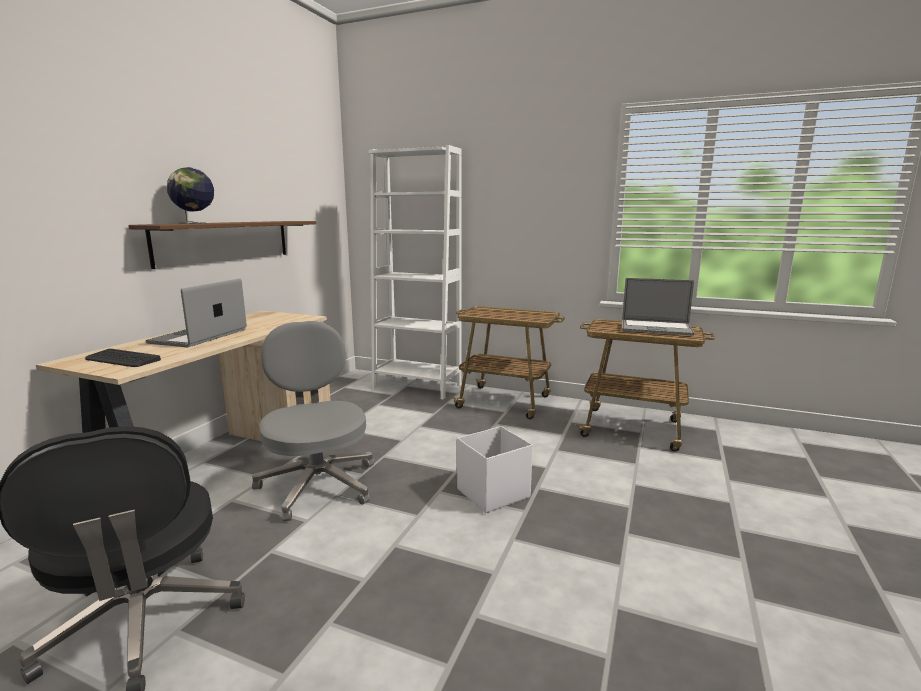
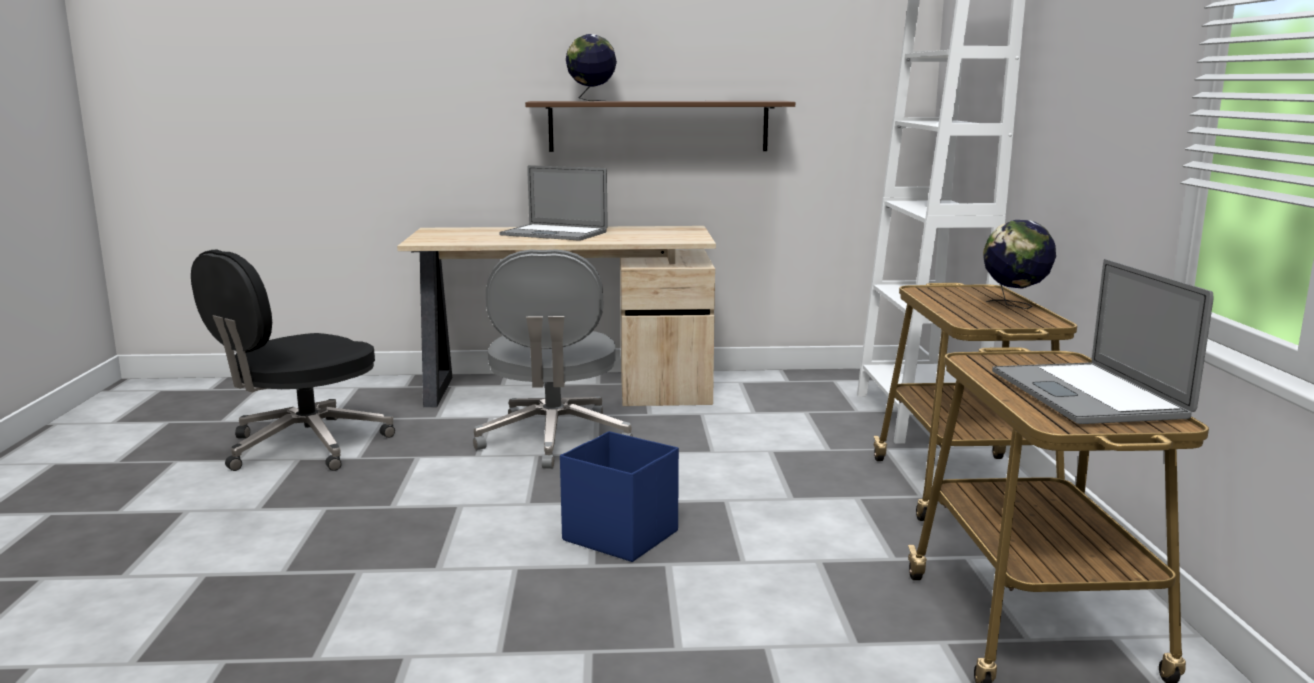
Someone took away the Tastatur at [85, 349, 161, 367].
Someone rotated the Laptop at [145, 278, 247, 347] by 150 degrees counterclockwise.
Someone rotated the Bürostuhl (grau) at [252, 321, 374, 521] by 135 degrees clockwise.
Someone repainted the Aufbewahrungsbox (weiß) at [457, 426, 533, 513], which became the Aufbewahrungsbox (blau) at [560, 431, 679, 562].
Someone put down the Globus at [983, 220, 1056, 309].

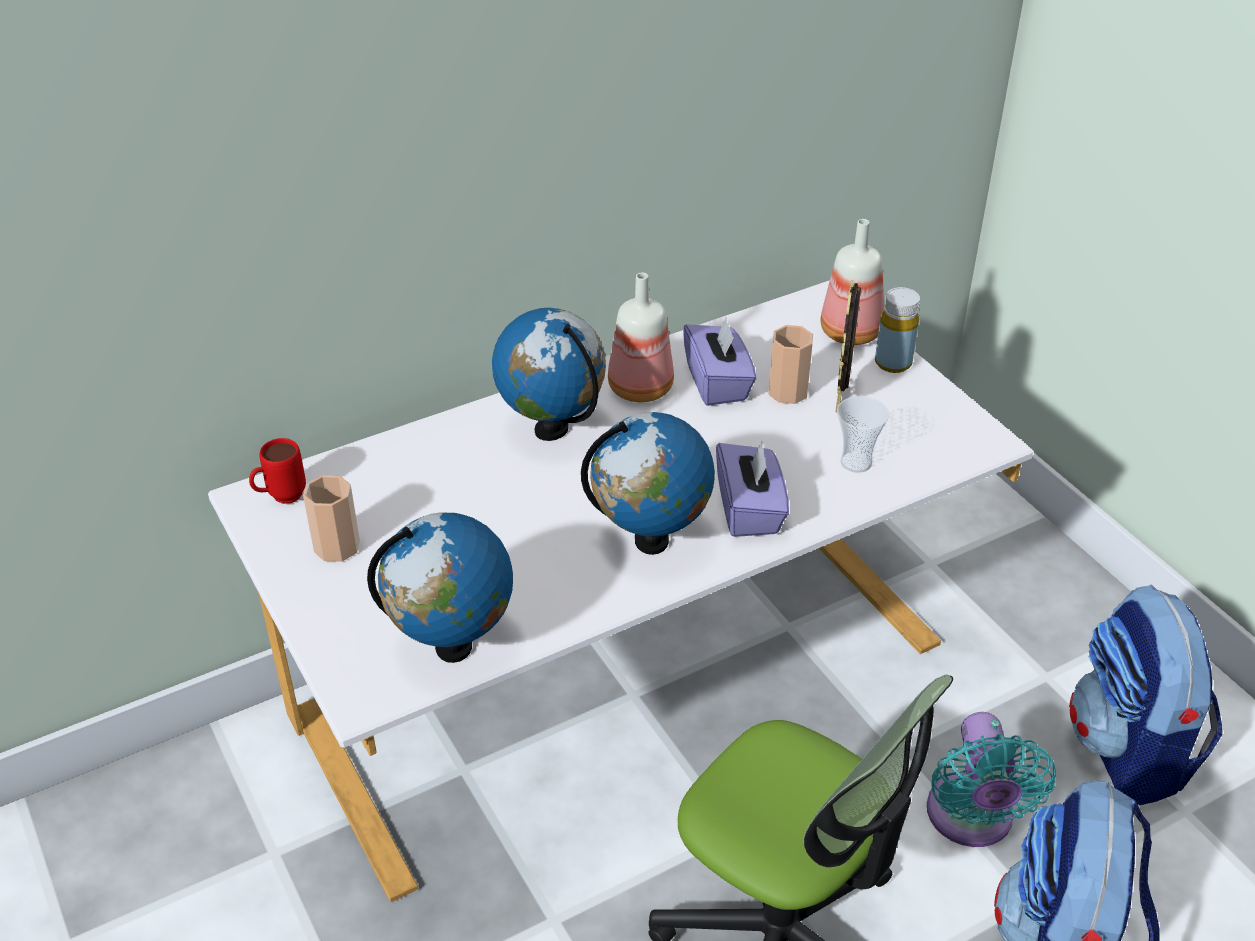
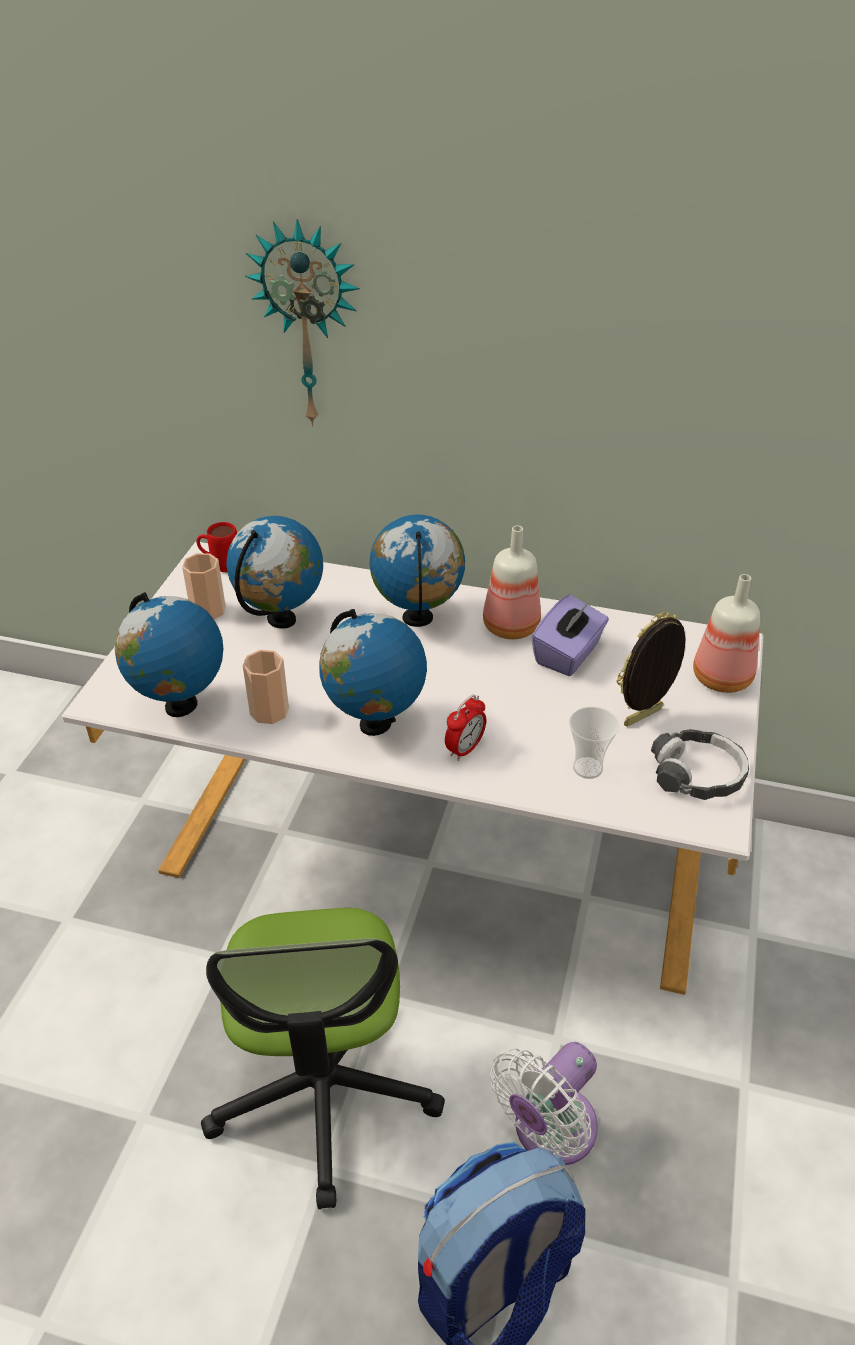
Someone swapped the Taschentuchbox (lila) at [716, 440, 789, 537] for the Wecker at [445, 695, 486, 761].
Someone carried the Tasse from [768, 325, 813, 404] to [243, 650, 289, 724].
Someone took away the Flasche (gelb) at [875, 287, 920, 373].
Someone repainted the Ventilator (türkis) at [927, 712, 1056, 847], which became the Ventilator (weiß) at [490, 1042, 598, 1165].
Someone took away the Rucksack at [1069, 585, 1222, 805].
Someone put down the Globus at [227, 516, 323, 629].
Someone put up the Wanduhr at [245, 219, 360, 426].
Someone put down the Kopfhörer at [651, 729, 749, 800].

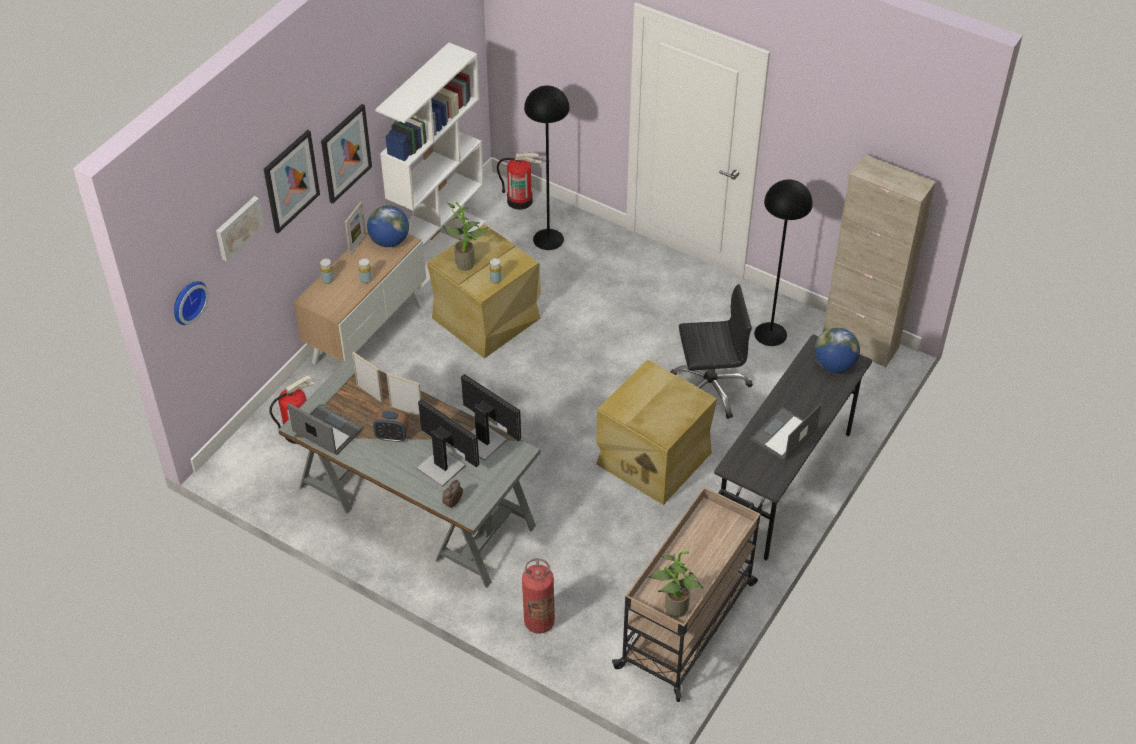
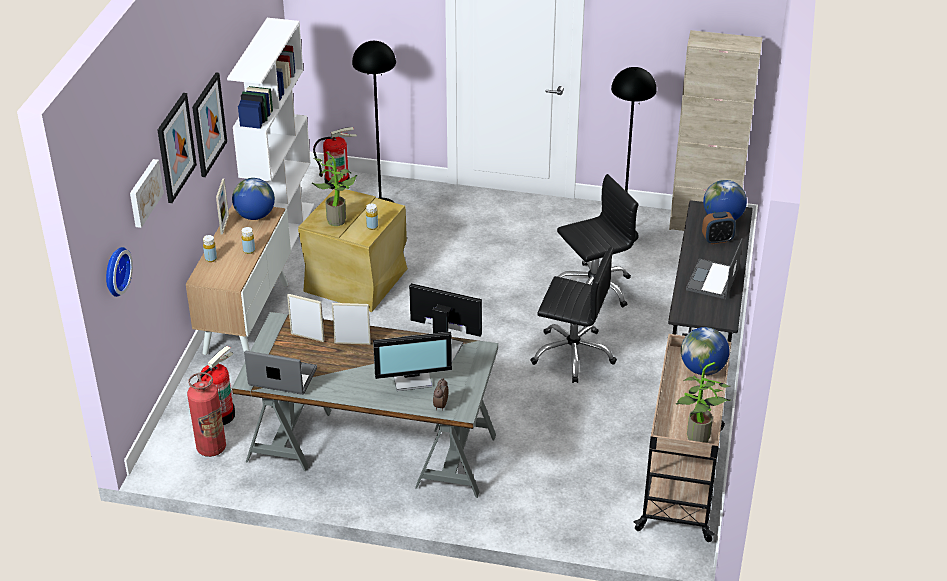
Someone carried the Wecker from [373, 410, 409, 442] to [702, 212, 736, 244].
Someone rotated the Monitor at [417, 399, 479, 487] by 150 degrees clockwise.
Someone carried the Feuerlöscher from [522, 558, 555, 634] to [187, 372, 226, 457].
Someone swapped the Aufbewahrungsbox (beige) at [596, 359, 717, 505] for the Bürostuhl (schwarz) at [530, 247, 617, 383].
Someone put down the Globus at [681, 327, 729, 375].

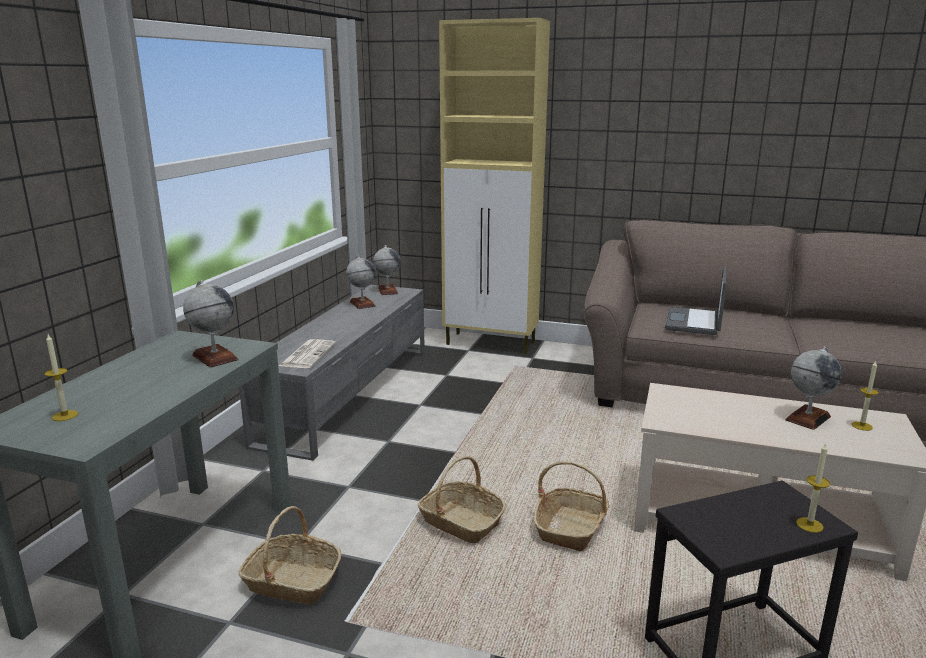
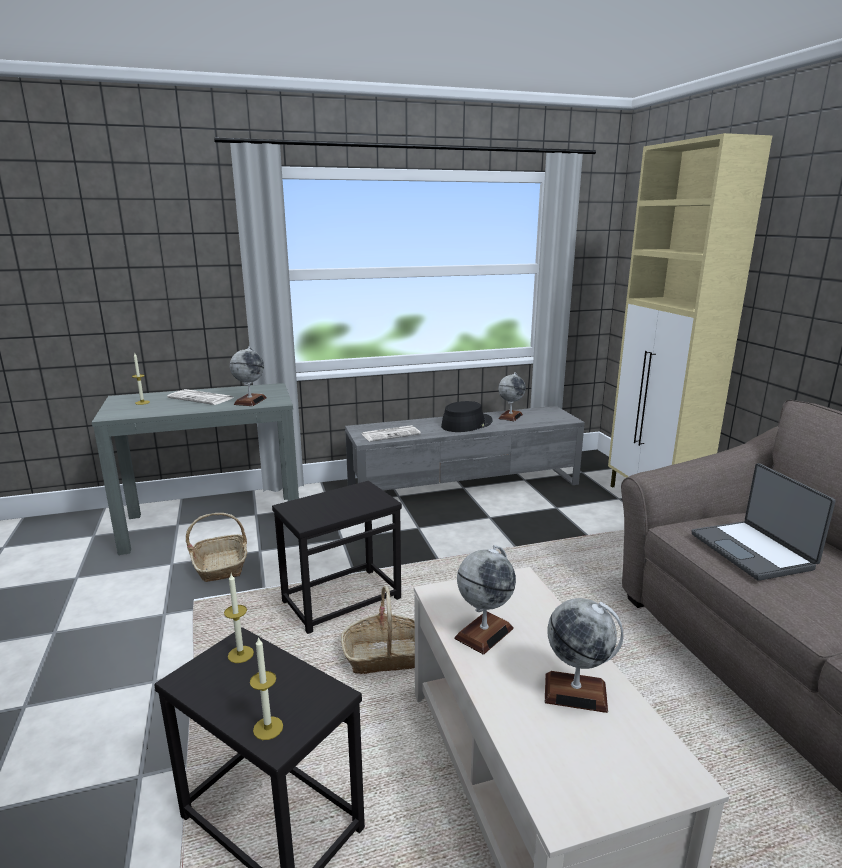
Someone carried the Globus from [373, 245, 401, 295] to [454, 545, 516, 654].
Someone swapped the Korb at [418, 456, 506, 543] for the Beistelltisch (schwarz) at [272, 481, 402, 634].
Someone rotated the Laptop at [665, 266, 727, 335] by 90 degrees counterclockwise.
Someone carried the Kerze from [851, 361, 879, 431] to [224, 574, 254, 663].
Someone put down the Zeitung at [167, 389, 233, 405].
Someone put down the Hut (schwarz) at [441, 401, 492, 432].

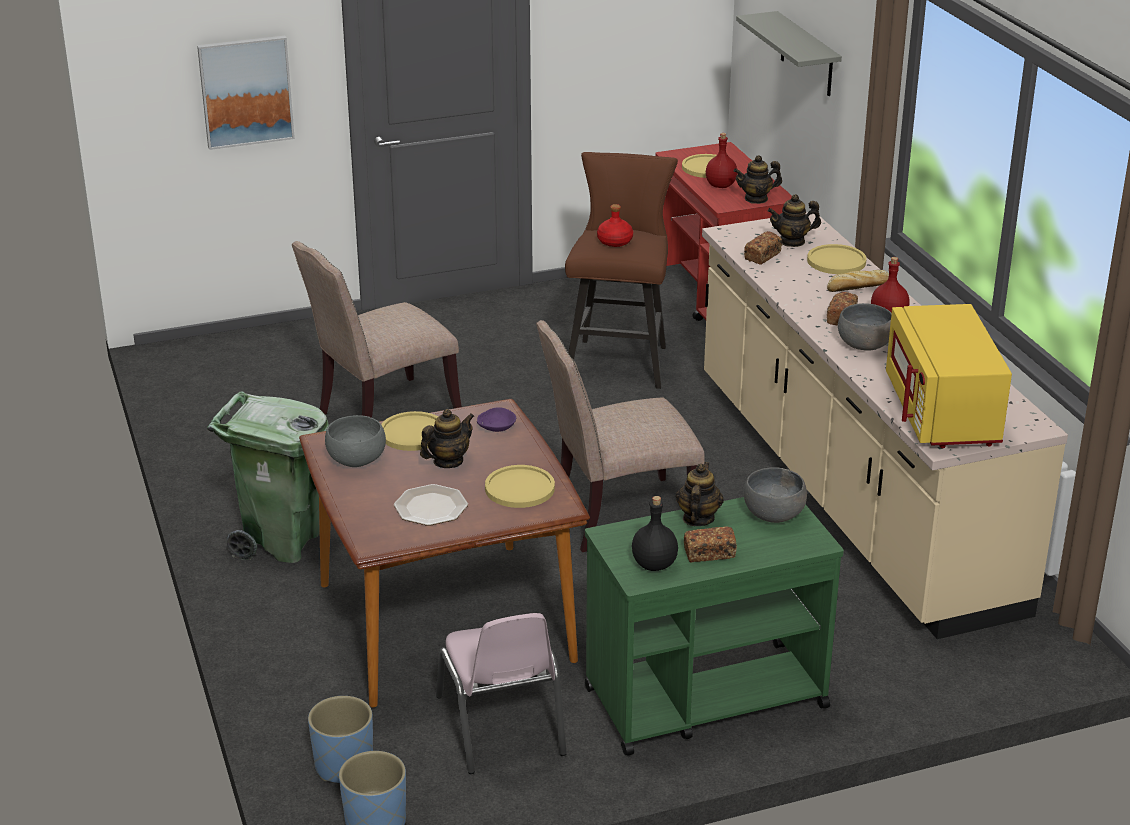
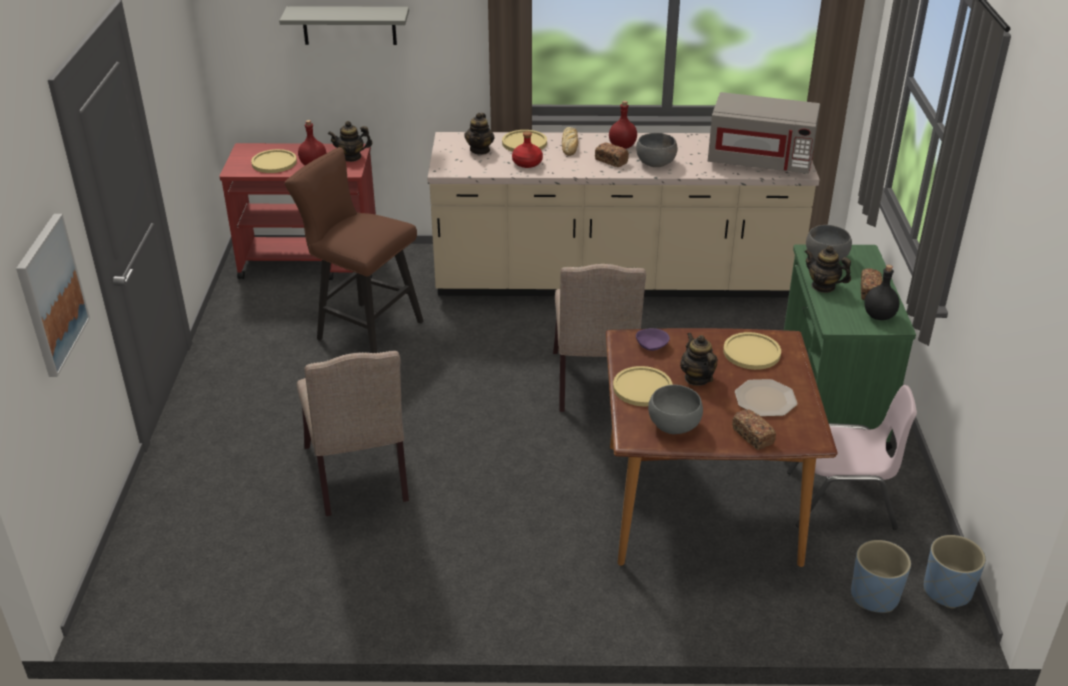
Someone took away the Mülleimer (grün) at [207, 391, 329, 563].
Someone carried the Flasche (rot) from [597, 204, 633, 247] to [512, 131, 543, 168].
Someone rotated the Teekanne at [733, 155, 782, 204] by 75 degrees clockwise.
Someone carried the Brot from [744, 231, 782, 265] to [732, 410, 776, 450].
Someone repainted the Mikrowelle (gelb) at [886, 304, 1012, 448], which became the Mikrowelle (grau) at [708, 92, 820, 174].

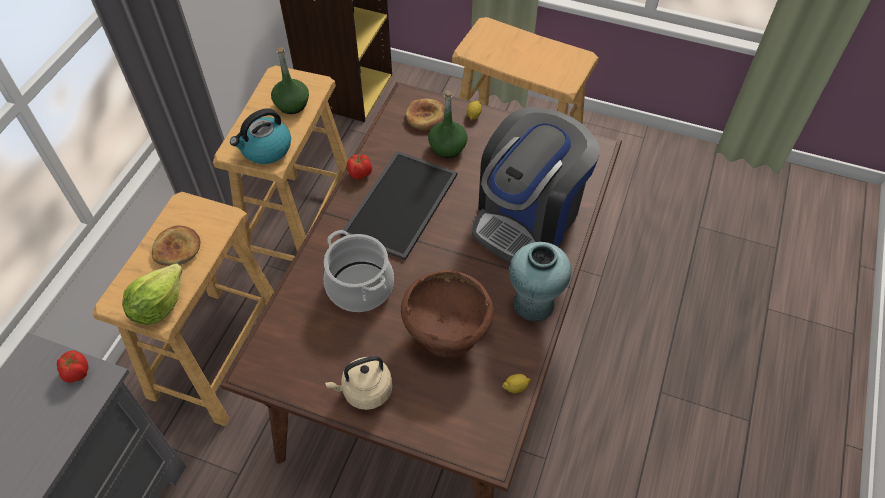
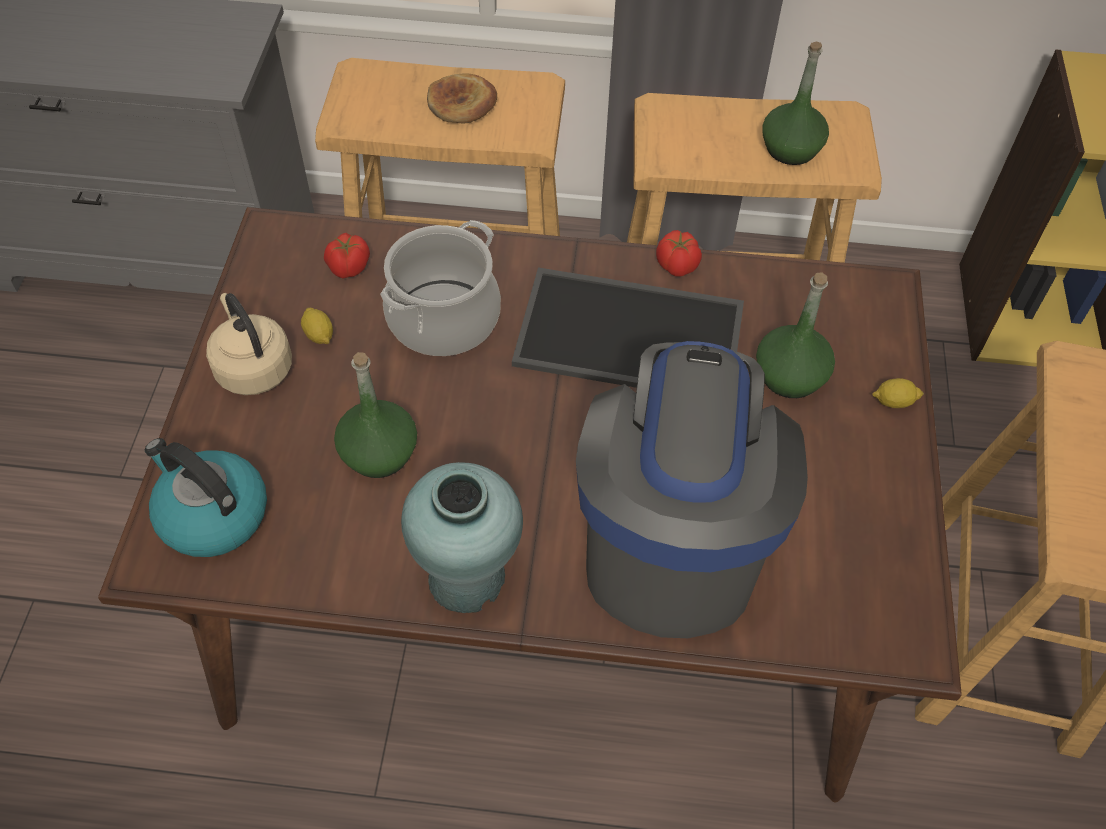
Someone carried the Tomate from [57, 350, 88, 383] to [324, 233, 370, 278].
Someone took away the Salatkopf at [122, 263, 183, 325].
Someone carried the Wasserkessel from [230, 108, 291, 164] to [145, 438, 267, 557].
Someone swapped the Schüssel (braun) at [401, 270, 494, 357] for the Flasche (grün) at [334, 352, 417, 478].
Someone took away the Brot at [406, 99, 445, 130].
Someone rotated the Kaffeemaschine at [472, 107, 600, 262] by 75 degrees clockwise.
Someone carried the Zitrone from [502, 374, 531, 393] to [301, 308, 333, 344].

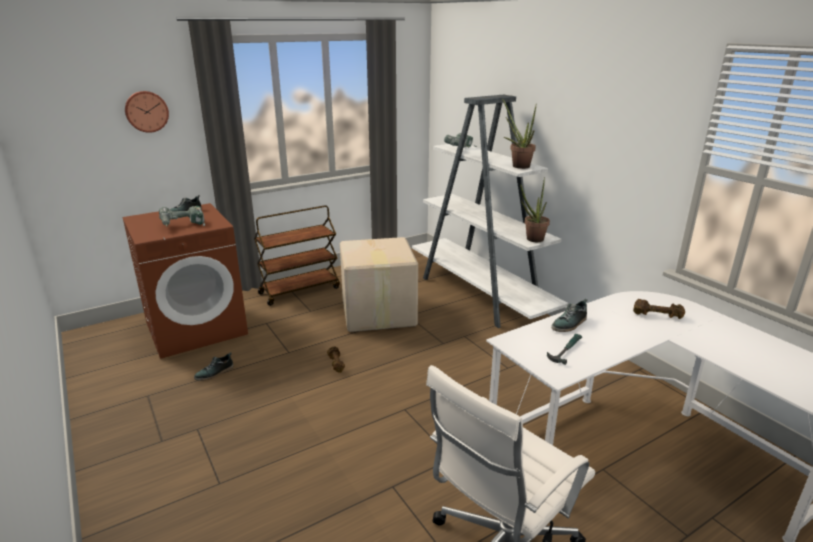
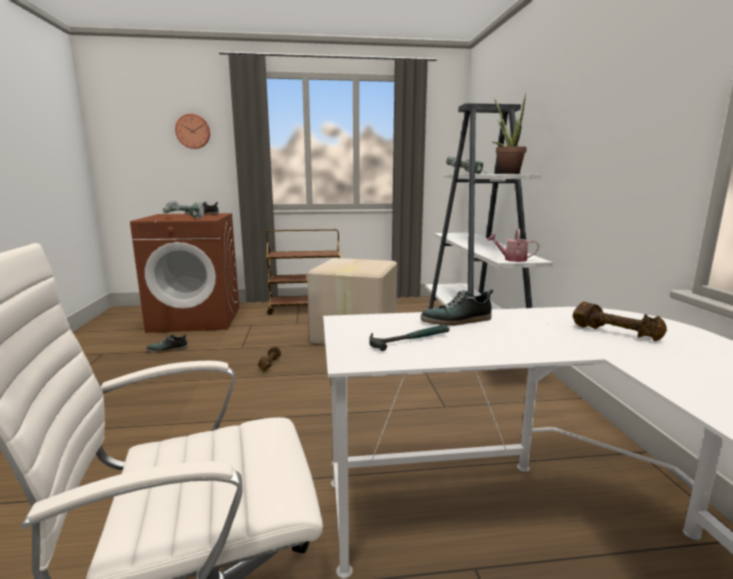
Someone swapped the Topfpflanze at [520, 177, 550, 242] for the Gießkanne at [488, 228, 539, 262].

